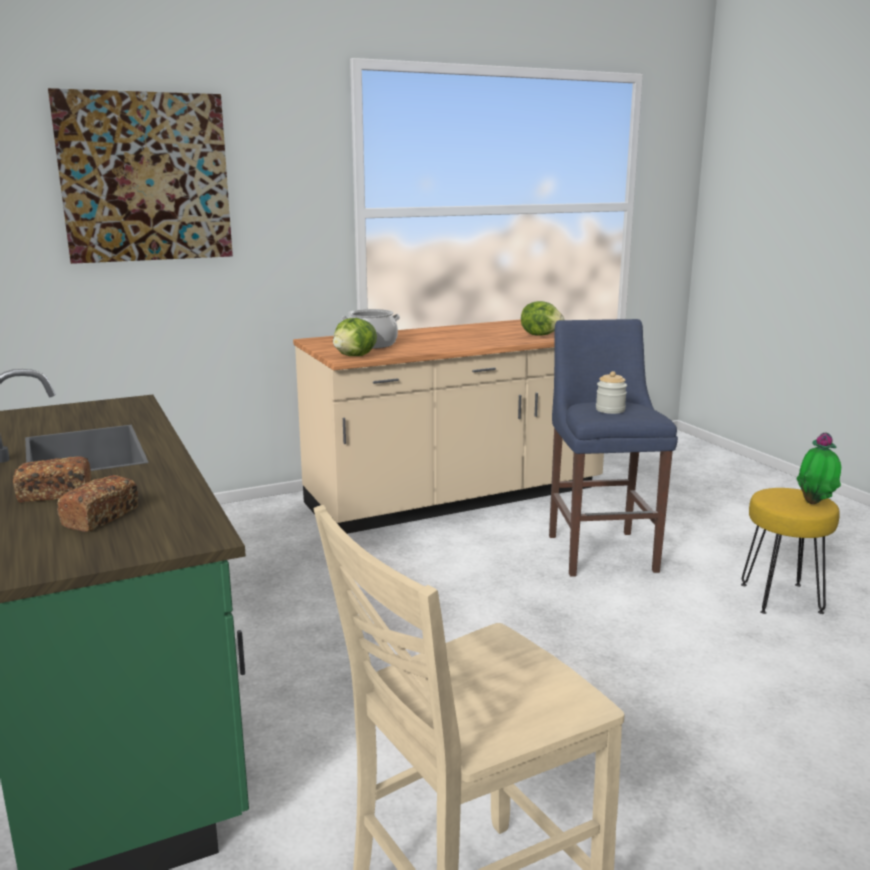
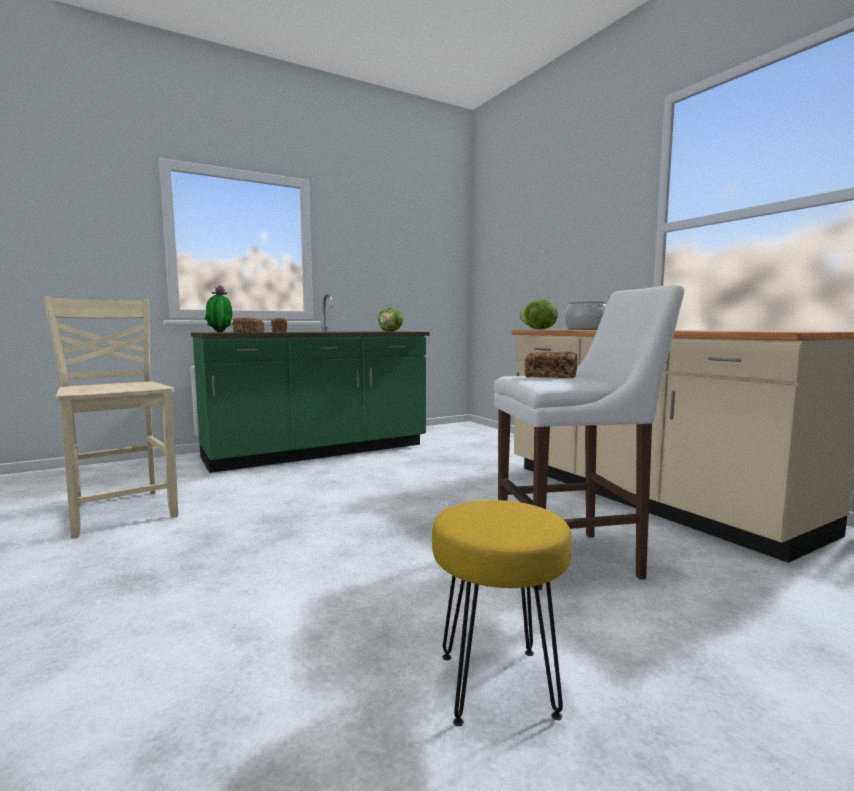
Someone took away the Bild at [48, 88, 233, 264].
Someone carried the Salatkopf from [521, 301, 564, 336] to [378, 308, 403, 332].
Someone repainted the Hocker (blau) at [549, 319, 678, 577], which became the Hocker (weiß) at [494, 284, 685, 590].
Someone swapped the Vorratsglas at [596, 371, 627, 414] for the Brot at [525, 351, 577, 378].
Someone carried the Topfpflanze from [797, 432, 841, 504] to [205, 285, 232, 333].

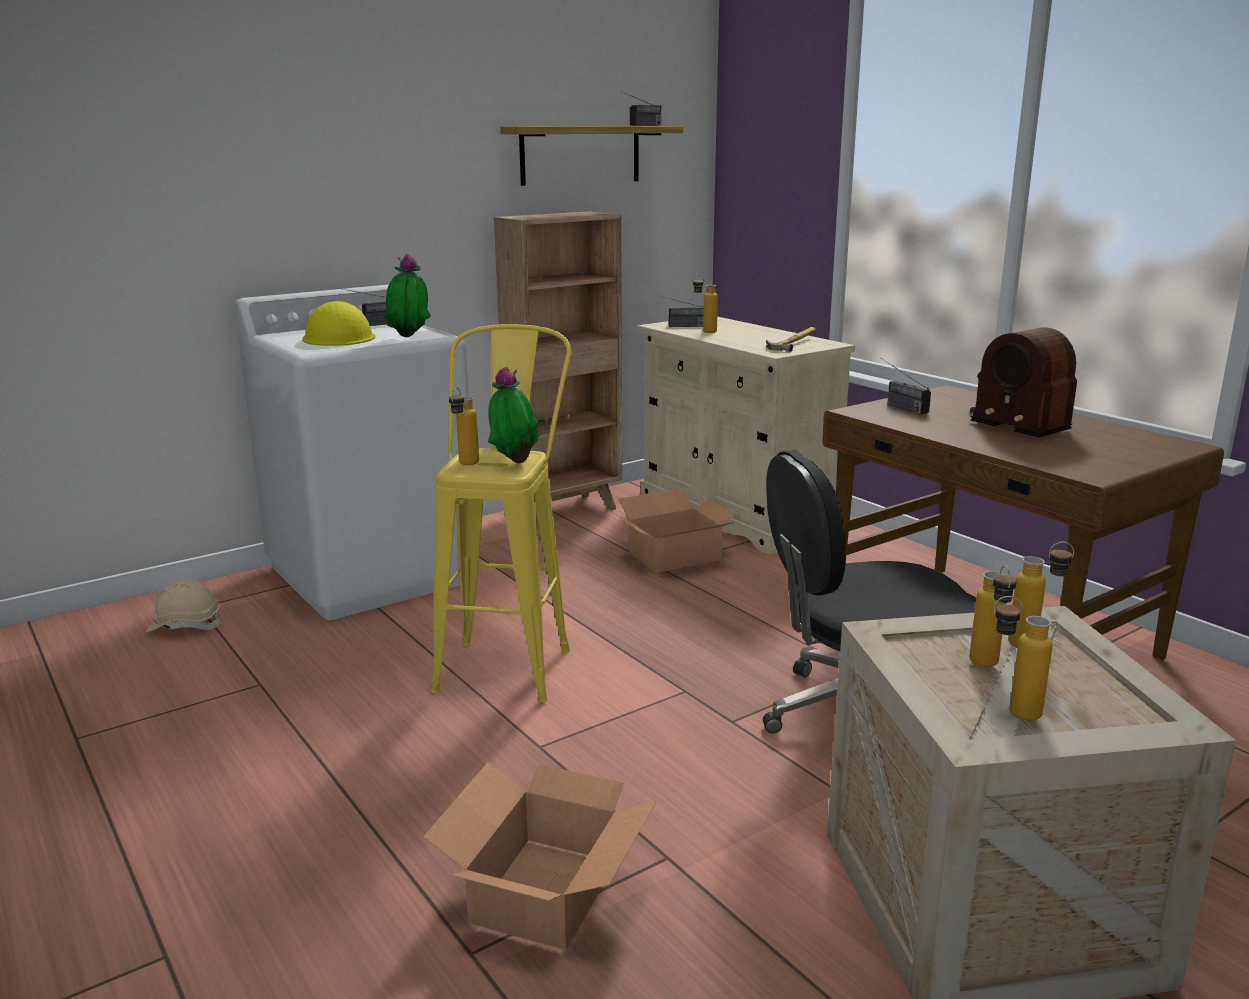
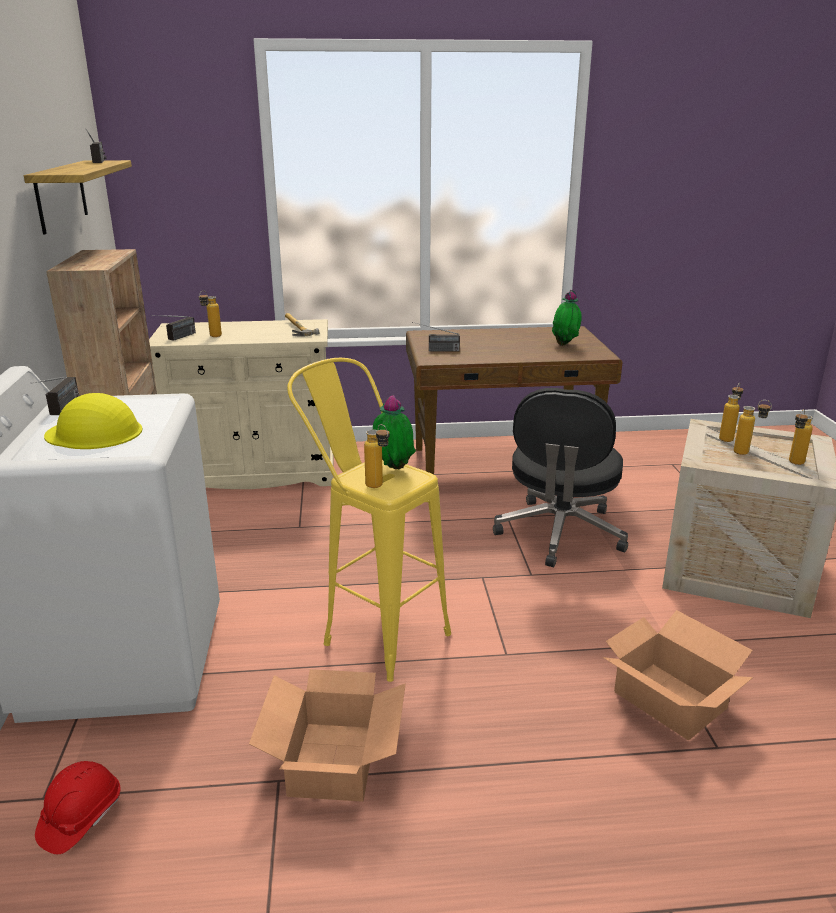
Someone repainted the Schutzhelm (beige) at [146, 580, 223, 632], which became the Schutzhelm (rot) at [35, 761, 121, 854].
Someone carried the Topfpflanze from [383, 254, 431, 337] to [552, 290, 582, 346].
Someone carried the Karton from [615, 488, 736, 573] to [249, 669, 406, 802].
Someone took away the Radio at [970, 327, 1077, 438].

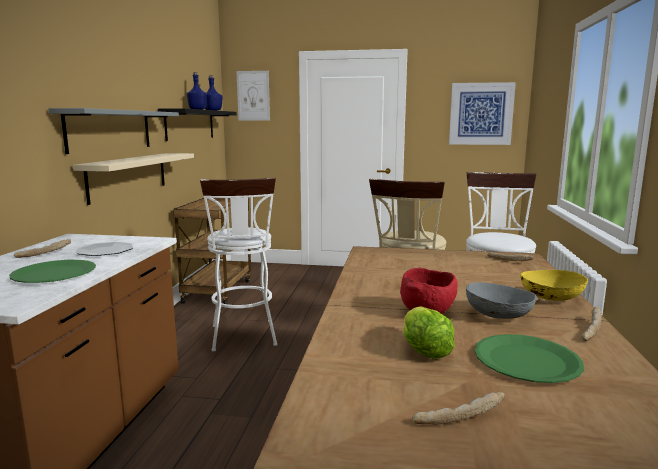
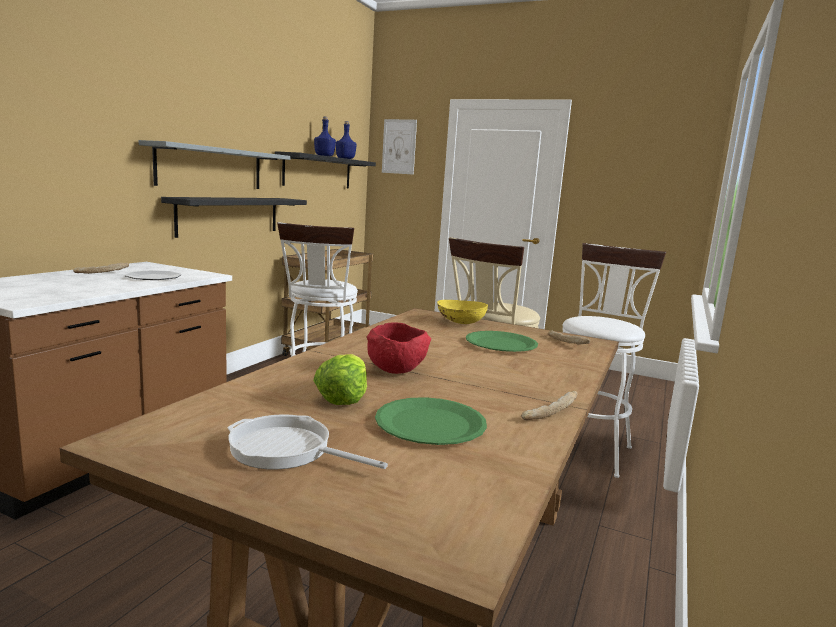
Someone carried the Teller (grün) from [9, 260, 96, 283] to [466, 331, 538, 352].
Someone repainted the Wandregal (beige) at [73, 153, 194, 205], which became the Wandregal (schwarz) at [161, 197, 307, 238].
Someone swapped the Brot at [412, 391, 505, 425] for the Pfanne at [228, 414, 388, 469].
Someone took away the Bild at [449, 82, 516, 145].
Someone took away the Schüssel (grau) at [466, 282, 537, 319].
Someone carried the Schüssel (gelb) from [520, 270, 588, 301] to [437, 300, 488, 324].

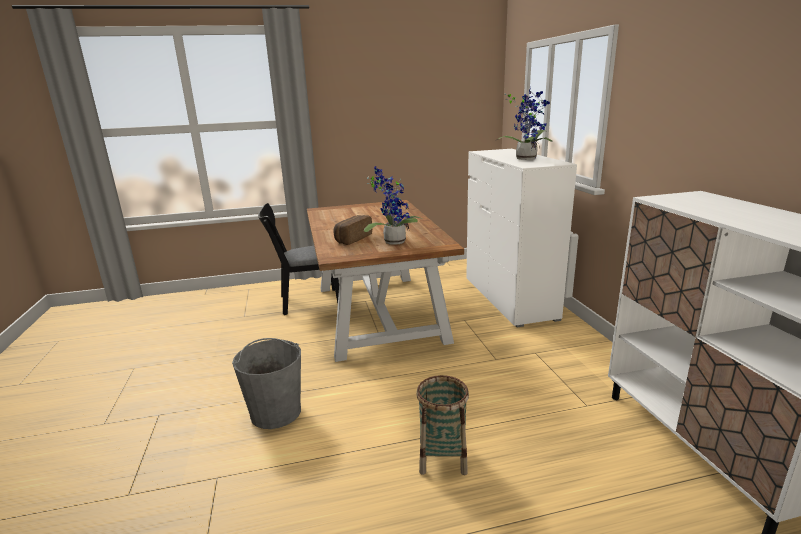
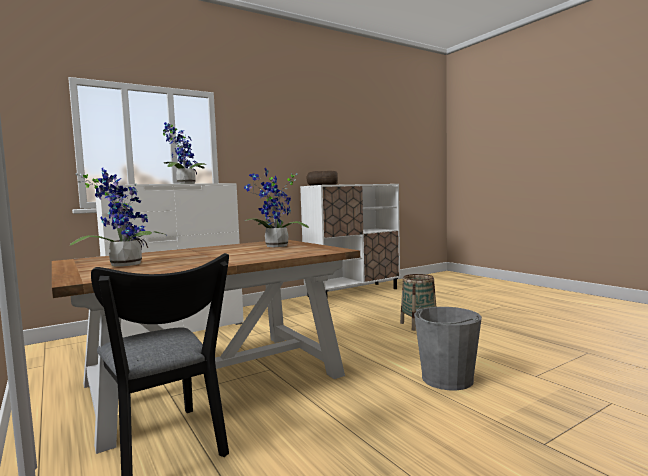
Someone carried the Brot from [333, 215, 372, 245] to [306, 171, 338, 186].
Someone put down the Topfpflanze at [70, 168, 166, 266].

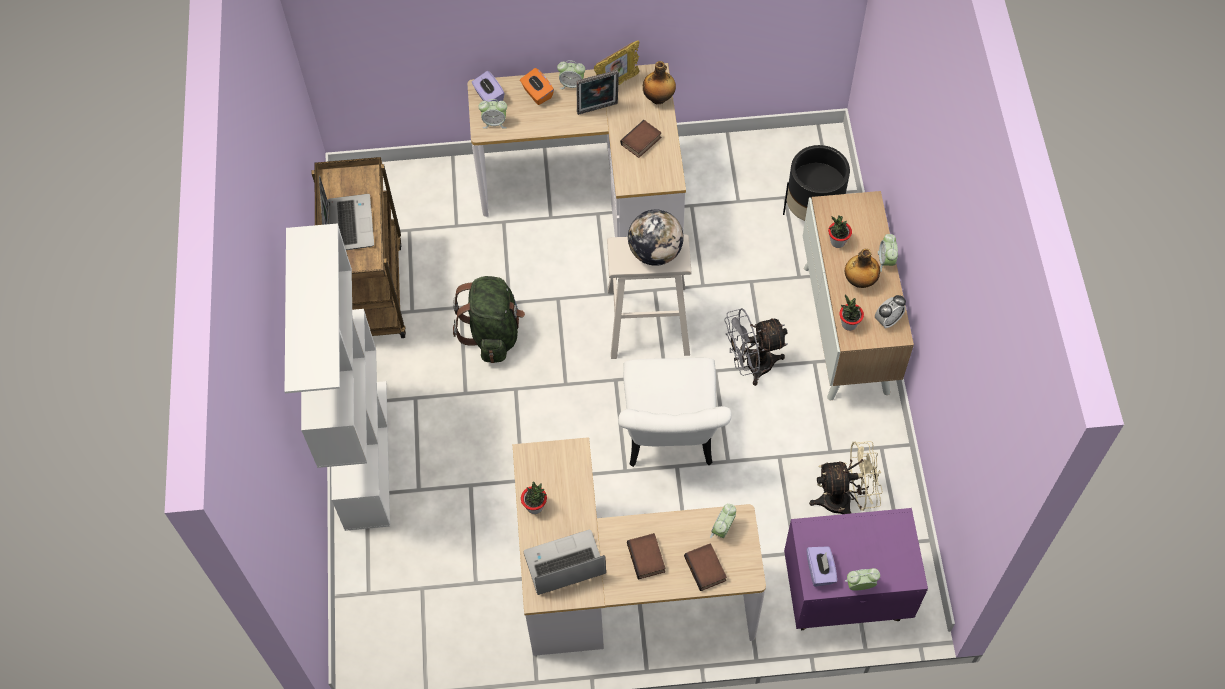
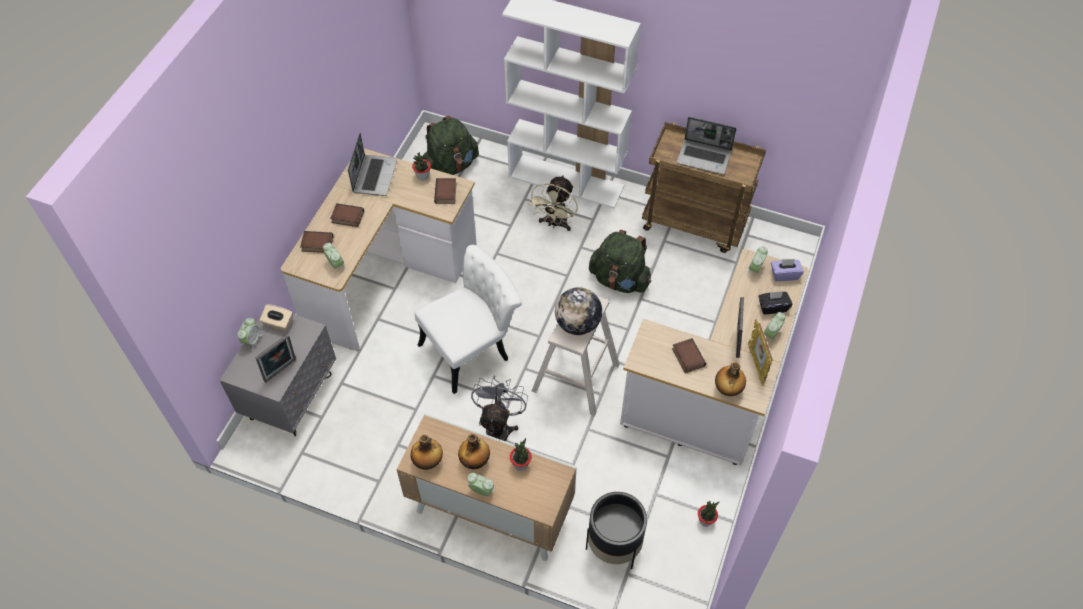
Someone repainted the Taschentuchbox (orange) at [520, 68, 554, 105], which became the Taschentuchbox (schwarz) at [759, 291, 793, 314].
Someone rotated the Stuhl (weiß) at [618, 358, 732, 467] by 120 degrees clockwise.
Someone repainted the Nachttisch (lila) at [784, 508, 928, 630], which became the Nachttisch (grau) at [220, 314, 336, 436].
Someone repainted the Taschentuchbox (lila) at [807, 546, 837, 587], which became the Taschentuchbox (beige) at [260, 305, 293, 331].
Someone carried the Ventilator (beige) from [809, 441, 883, 514] to [528, 175, 578, 231].
Someone carried the Topfpflanze from [840, 294, 864, 331] to [698, 500, 719, 527].
Someone swapped the Wecker at [875, 295, 906, 329] for the Flasche at [410, 435, 443, 470].
Someone put down the Bilderrahmen at [255, 334, 296, 382].
Someone put down the Rucksack (grün) at [423, 116, 479, 175].
Someone put down the Buch at [434, 178, 456, 204].

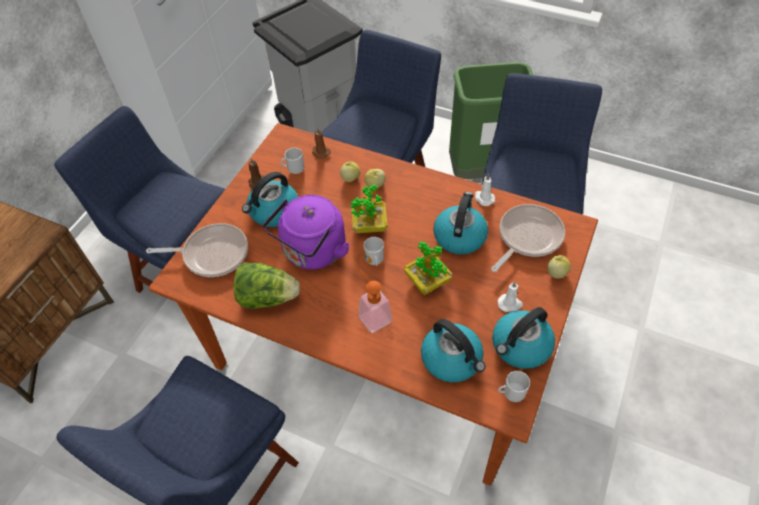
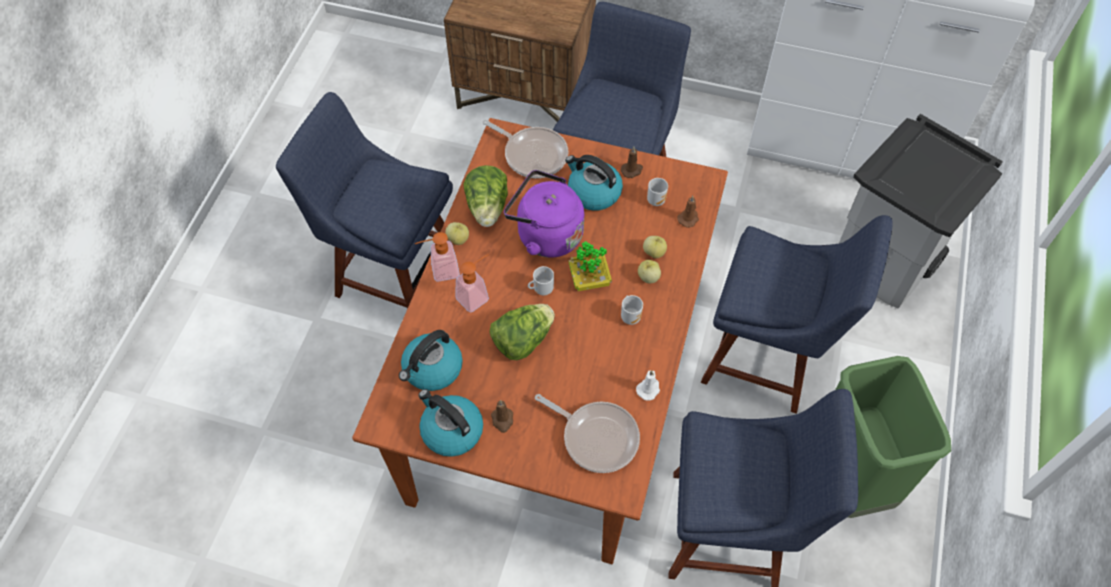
Someone rotated the Pfanne at [146, 223, 248, 277] by 45 degrees counterclockwise.
Someone swapped the Topfpflanze at [404, 242, 452, 295] for the Salatkopf at [490, 304, 555, 360].
Someone took away the Wasserkessel at [433, 192, 488, 255].
Someone repainted the Kerze (weiß) at [498, 282, 523, 312], which became the Kerze (braun) at [491, 400, 513, 433].
Someone carried the Henkelbecher from [498, 371, 530, 402] to [621, 295, 643, 325].
Someone carried the Apfel from [547, 255, 571, 279] to [445, 222, 469, 245].
Someone put down the Seifenspender at [415, 232, 460, 282].

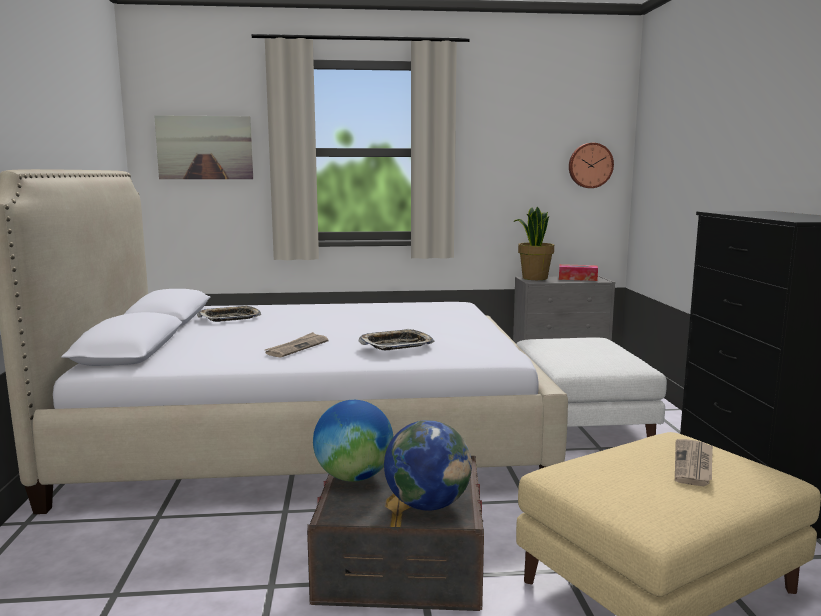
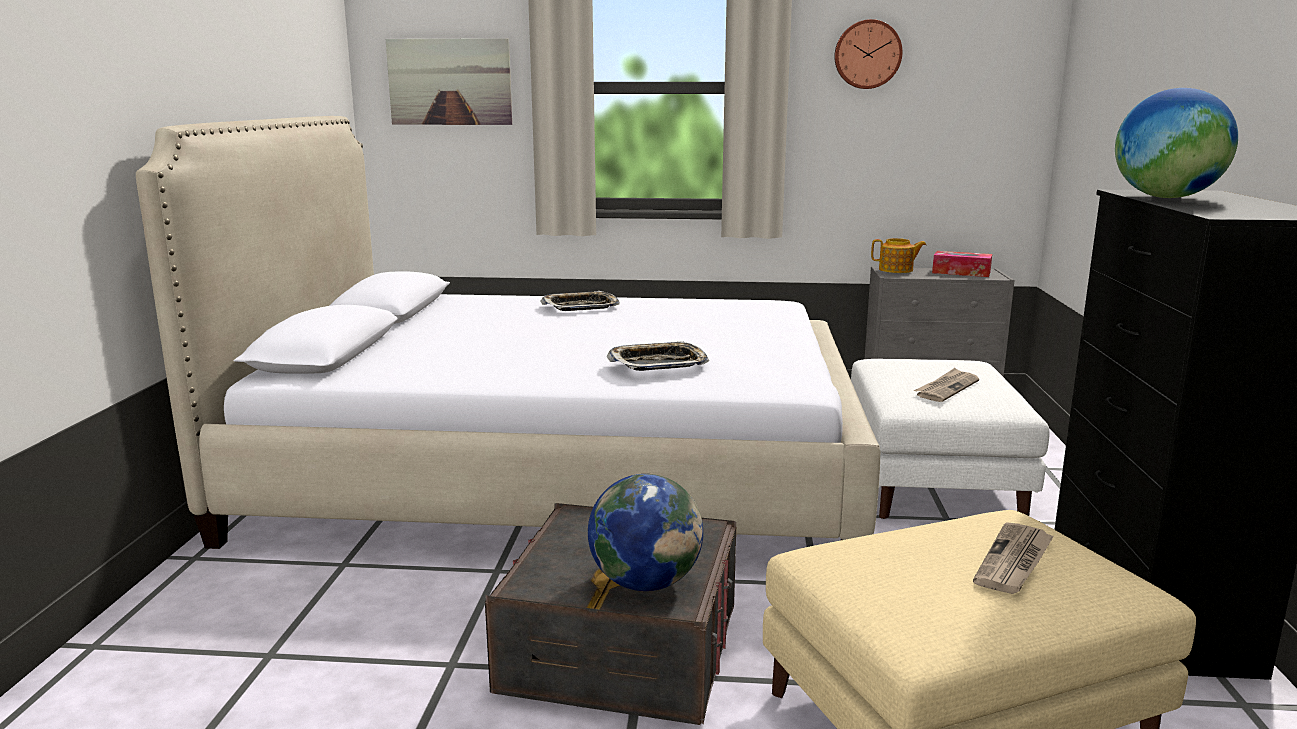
Someone carried the Tablett from [197, 305, 261, 322] to [540, 291, 620, 311].
Someone carried the Zeitung from [265, 332, 329, 358] to [914, 368, 979, 402].
Someone carried the Globus from [313, 400, 393, 482] to [1115, 88, 1238, 198].
Someone swapped the Topfpflanze at [514, 206, 554, 280] for the Teekanne at [871, 238, 926, 273].
Someone carried the Wanduhr from [569, 143, 614, 188] to [834, 19, 903, 89].

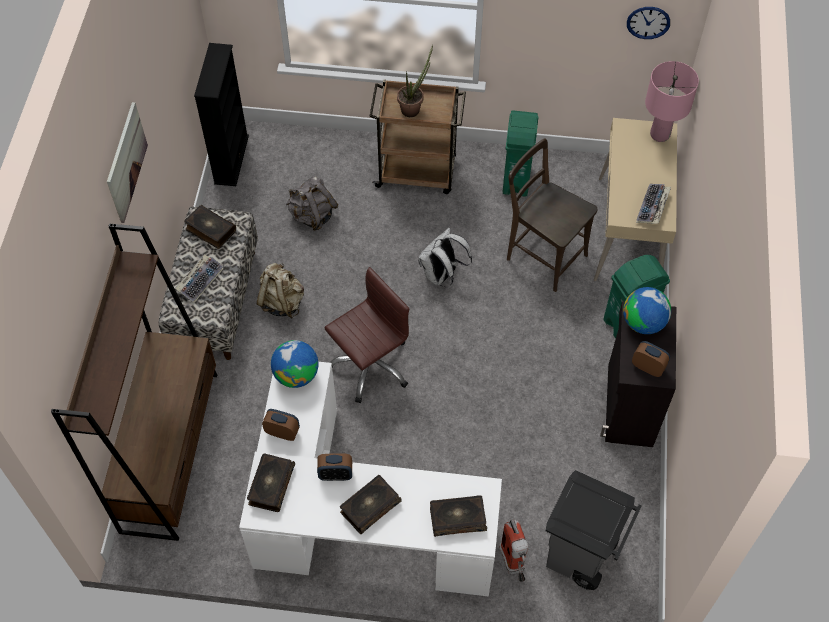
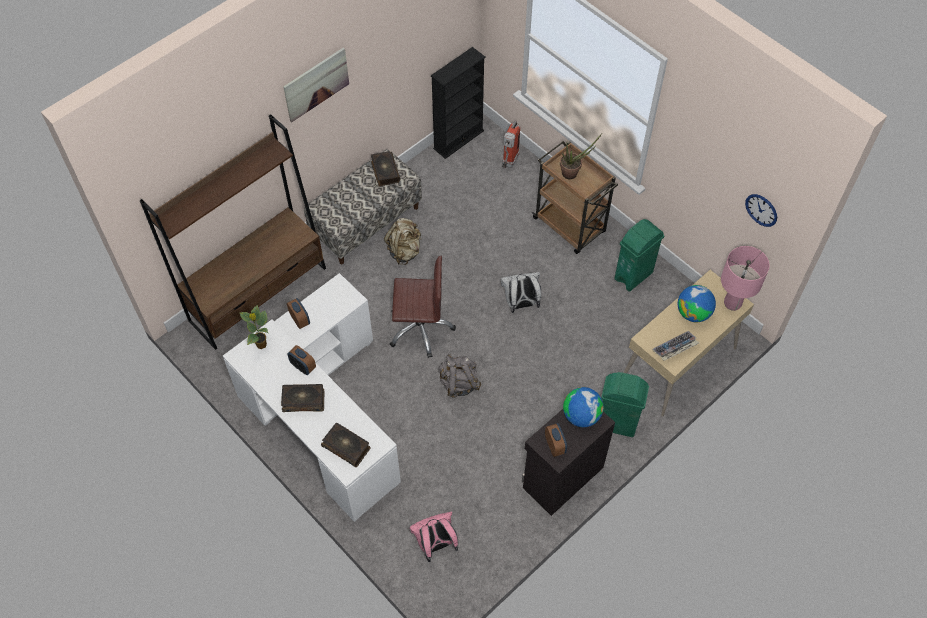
Someone took away the Tastatur at [175, 255, 223, 303].
Someone swapped the Buch at [247, 453, 295, 512] for the Topfpflanze at [240, 305, 268, 349].
Someone carried the Globus from [271, 340, 318, 388] to [678, 285, 716, 322].
Someone carried the Rucksack (grau) from [286, 176, 338, 231] to [439, 355, 481, 398].
Someone carried the Feuerlöscher from [499, 519, 529, 582] to [502, 121, 520, 168].
Someone took away the Stuhl (braun) at [507, 138, 598, 292].
Someone swapped the Mülleimer (grau) at [546, 470, 642, 590] for the Rucksack (rosa) at [409, 511, 458, 562].

